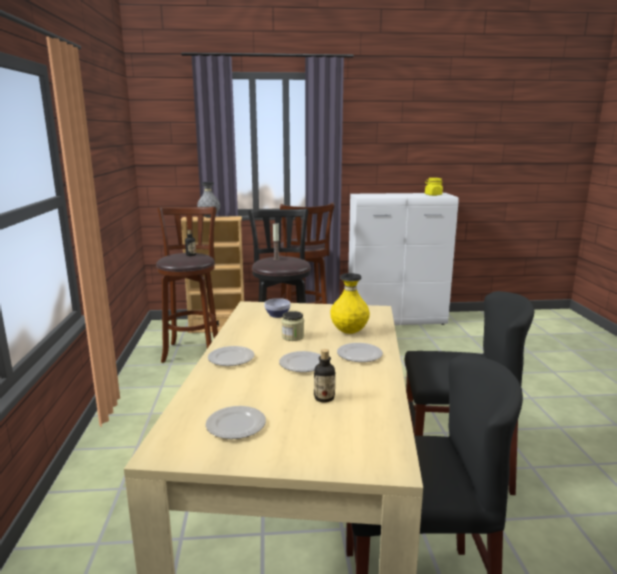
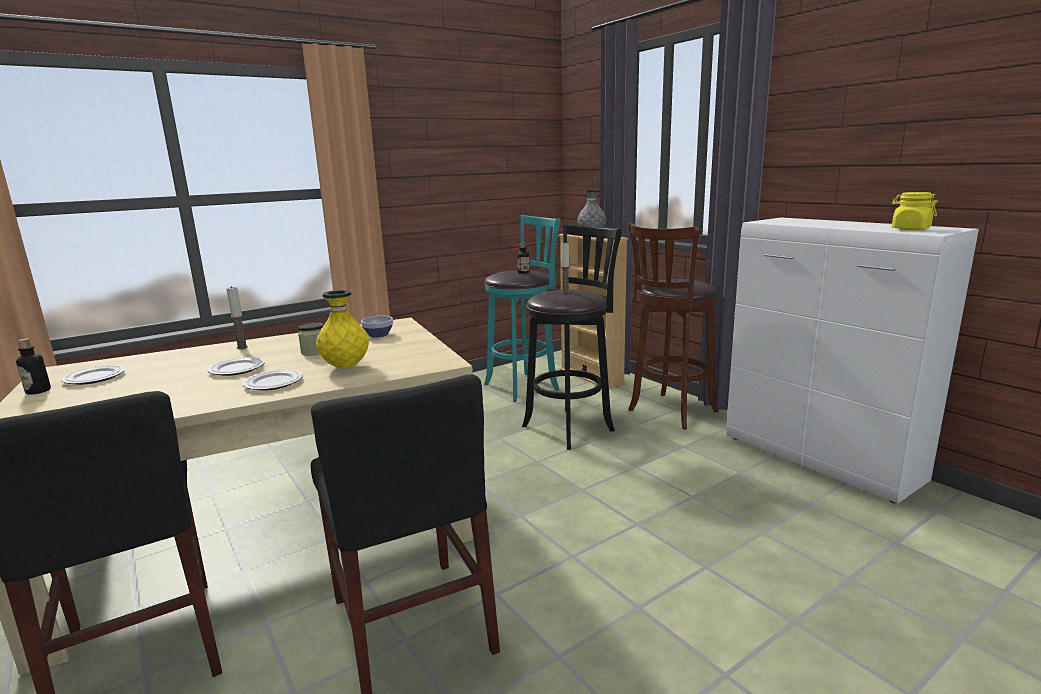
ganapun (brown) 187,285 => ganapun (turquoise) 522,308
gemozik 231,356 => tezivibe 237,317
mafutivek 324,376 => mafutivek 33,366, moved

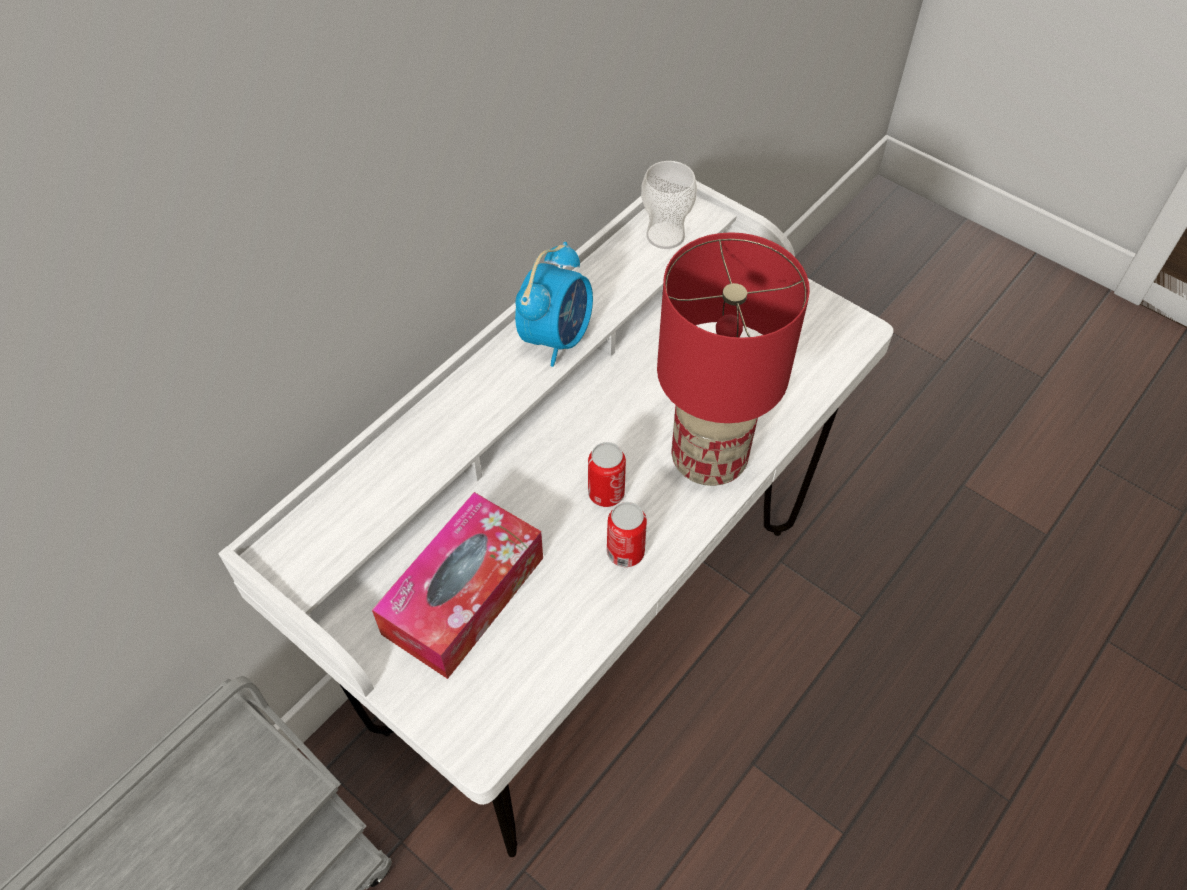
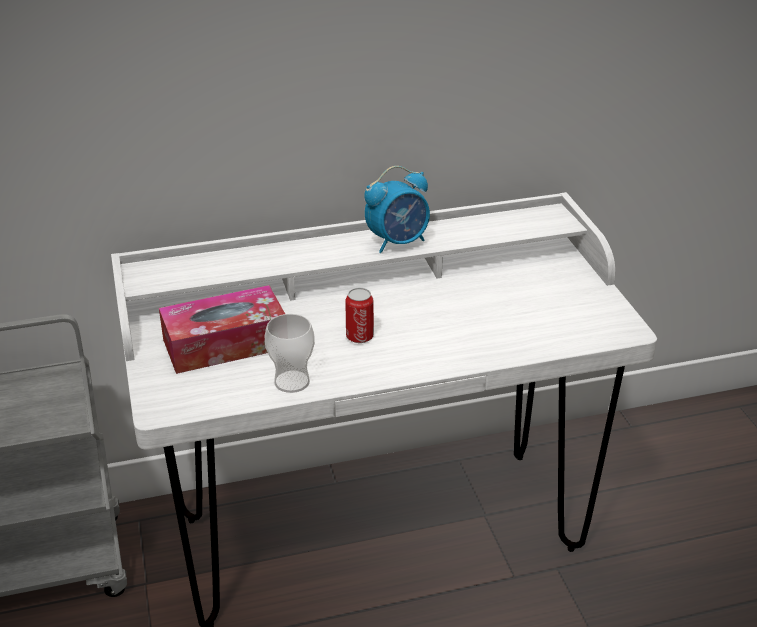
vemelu 627,534 => nothing
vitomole 669,205 => vitomole 290,353, moved
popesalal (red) 733,359 => nothing

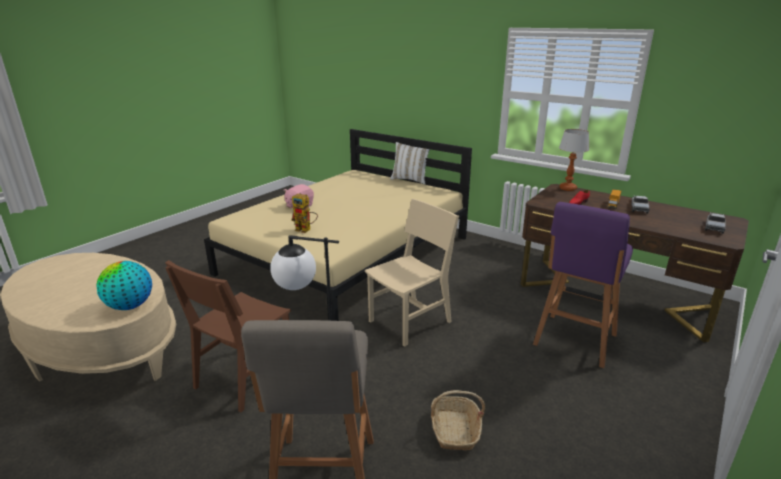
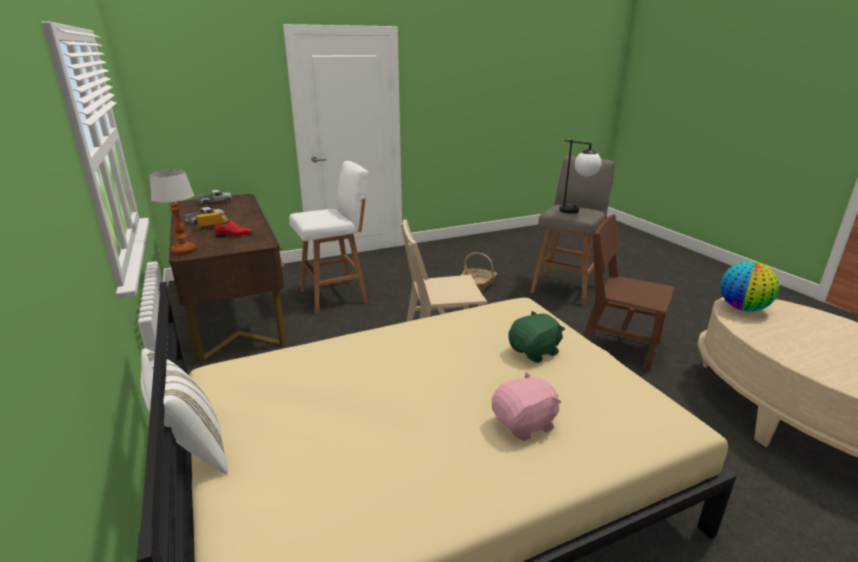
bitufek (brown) 228,336 => bitufek (brown) 628,293, 120 degrees counterclockwise
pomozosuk 304,213 => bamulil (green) 536,337
ganapun (purple) 583,285 => ganapun (white) 329,237

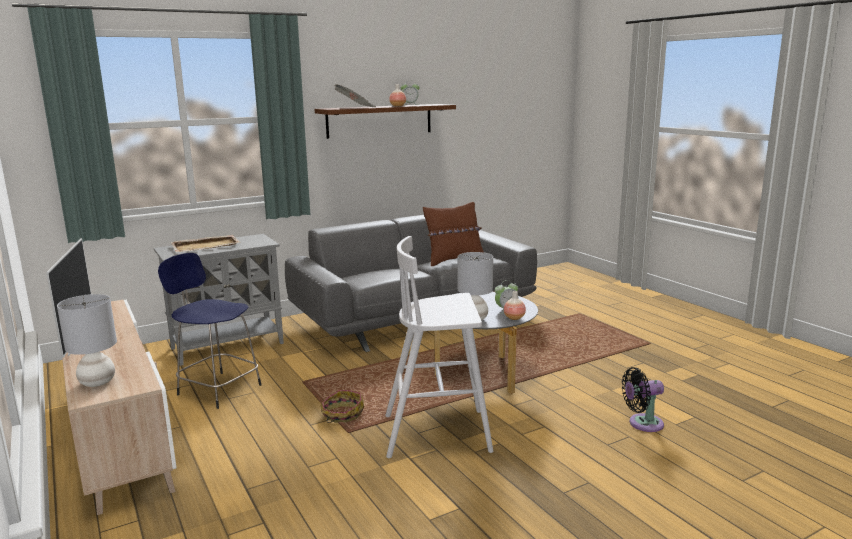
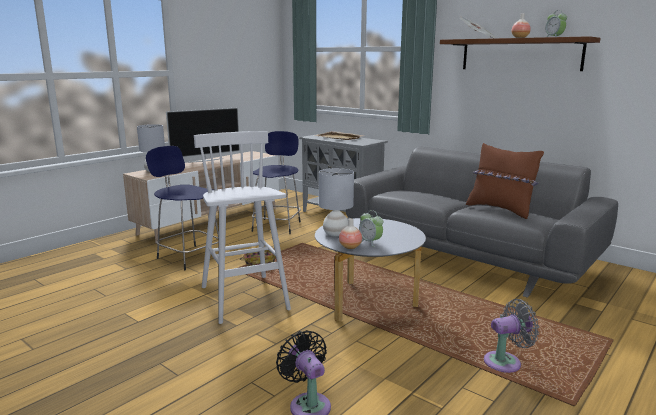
nothing => ganapun (blue) 182,208
nothing => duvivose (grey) 511,336

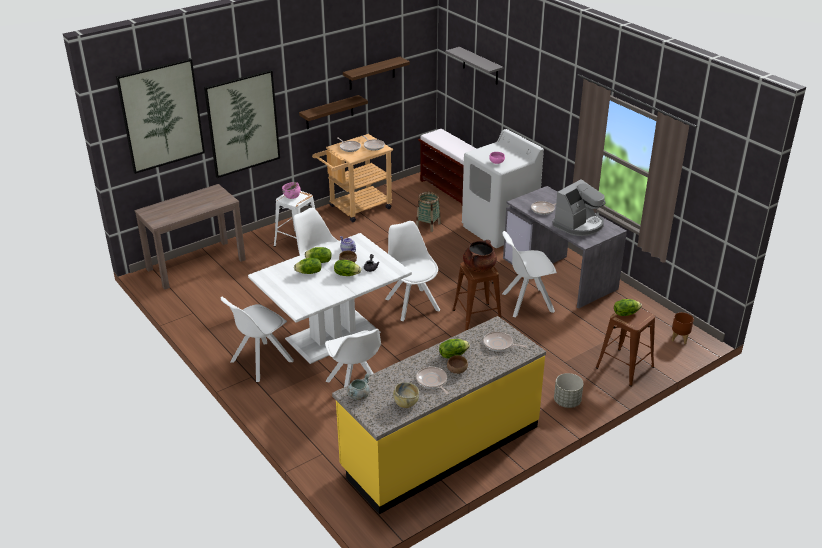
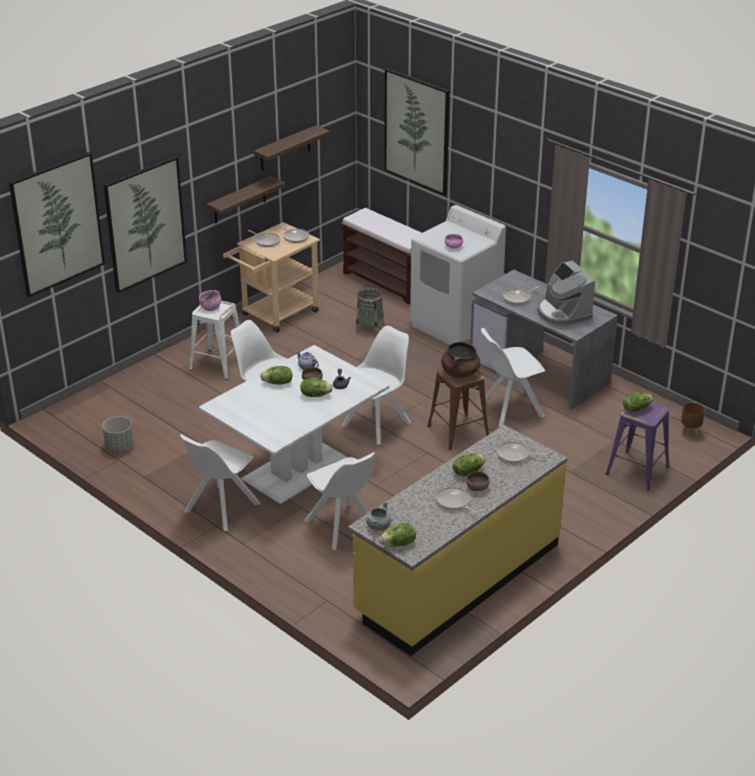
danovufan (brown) 190,237 => nothing
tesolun 308,266 => tesolun 397,535, moved
bitufek (white) 412,271 => bitufek (white) 376,385, 75 degrees clockwise
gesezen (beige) 406,395 => nothing
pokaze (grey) 474,65 => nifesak 417,131
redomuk 579,207 => redomuk 566,293, 120 degrees clockwise
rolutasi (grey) 569,390 => rolutasi (grey) 118,434, moved
ganapun (brown) 625,348 => ganapun (purple) 637,446

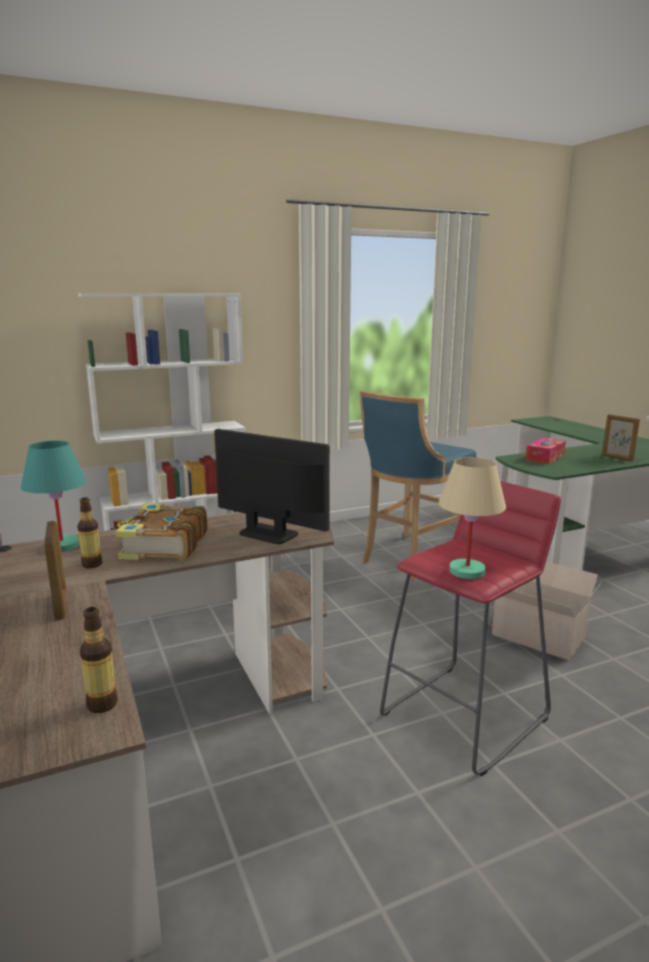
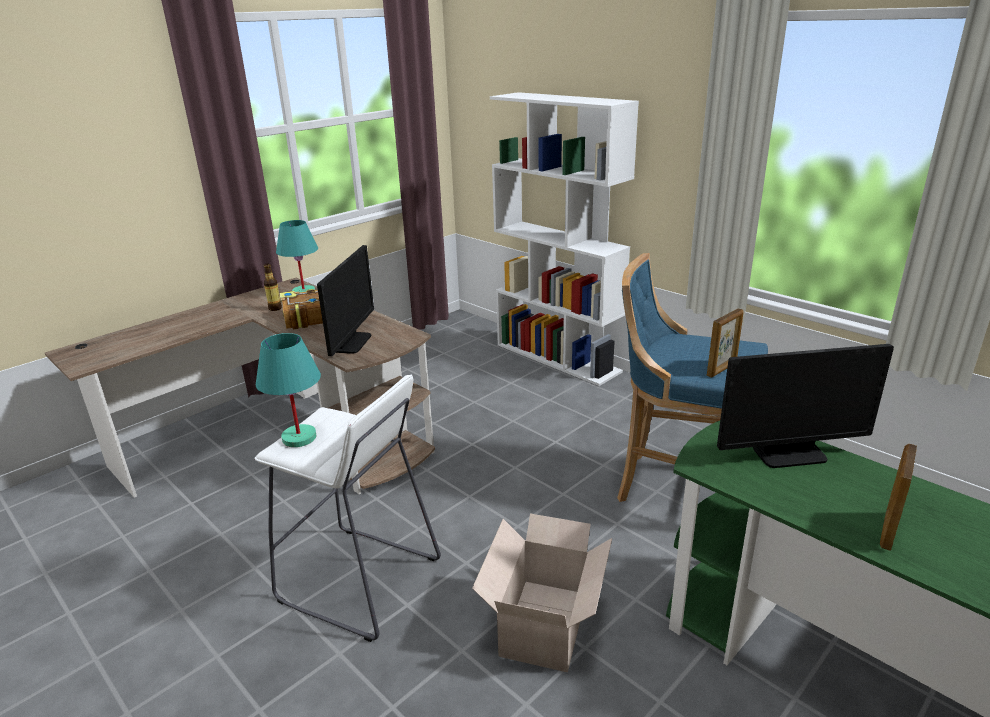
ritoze 55,571 => ritoze 725,343, moved
mafutivek 99,660 => nothing
ganapun (red) 470,628 => ganapun (white) 347,508
popesalal (beige) 472,518 => popesalal (turquoise) 288,390
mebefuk 546,451 => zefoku 805,406

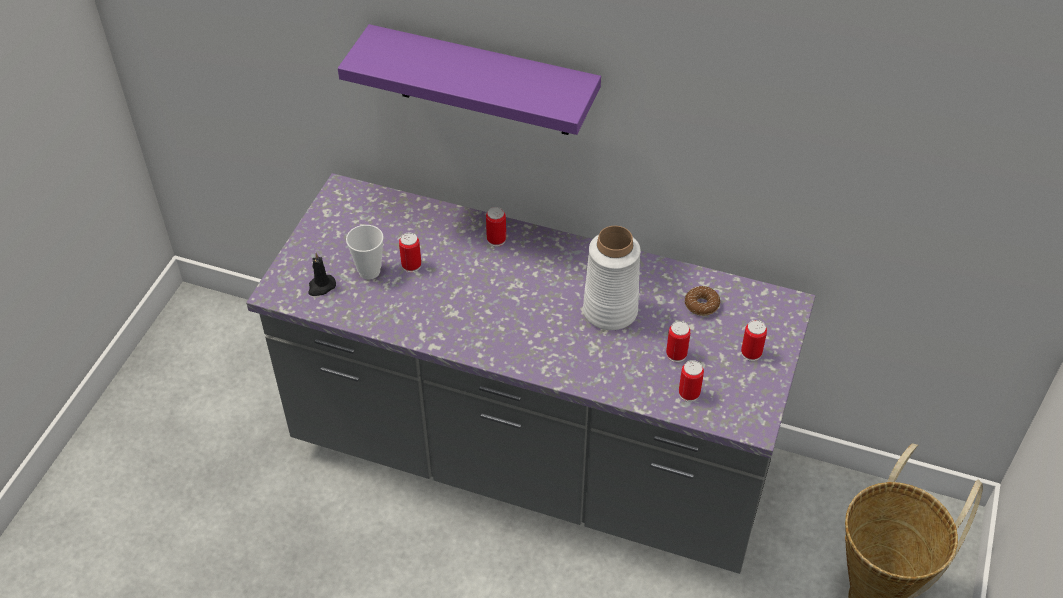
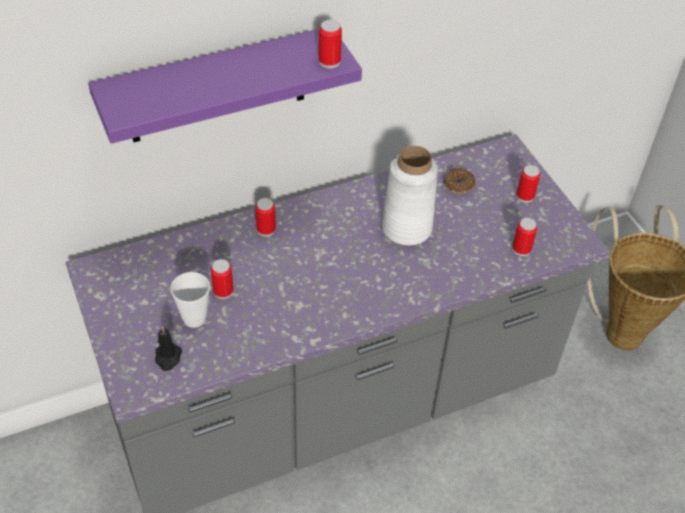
vemelu 678,341 => vemelu 330,44, moved

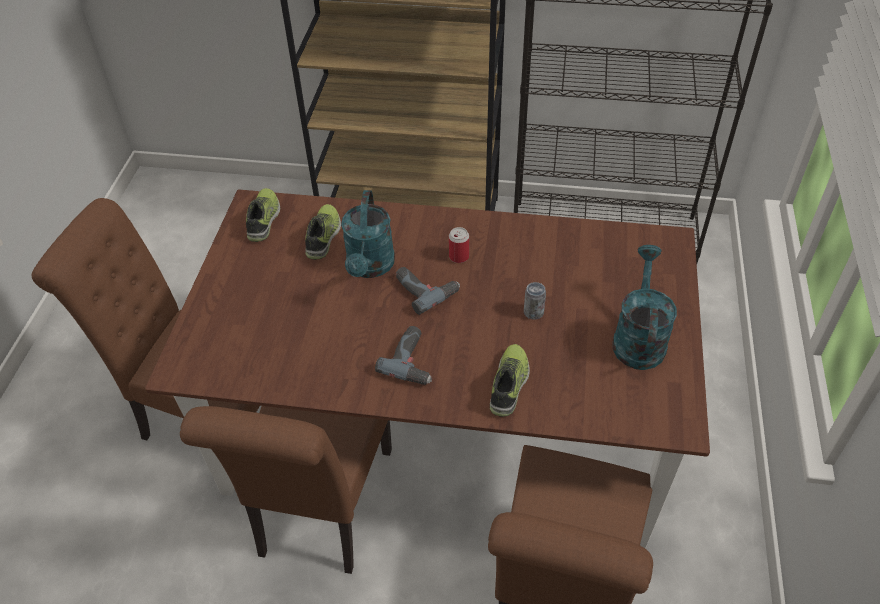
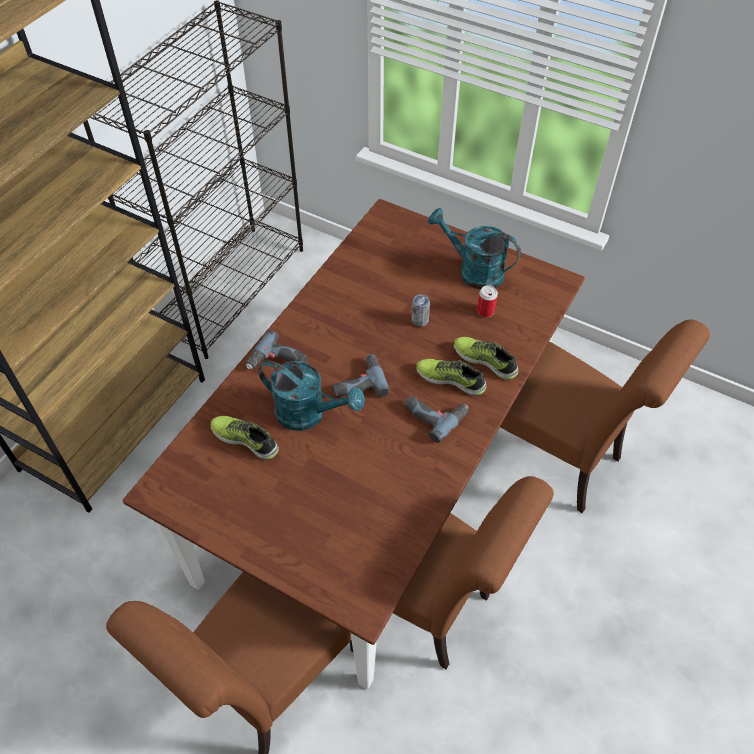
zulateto 263,215 => zulateto 451,377, moved
vemelu 459,245 => vemelu 487,301, moved
nothing => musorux 276,349

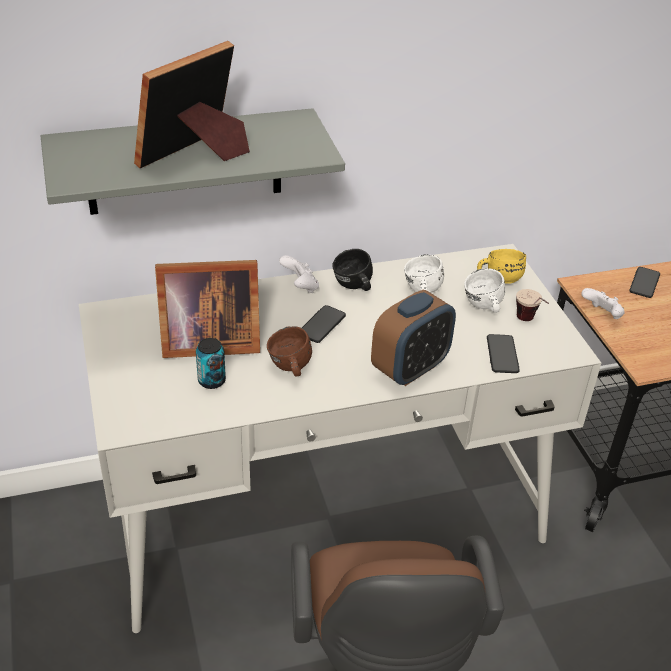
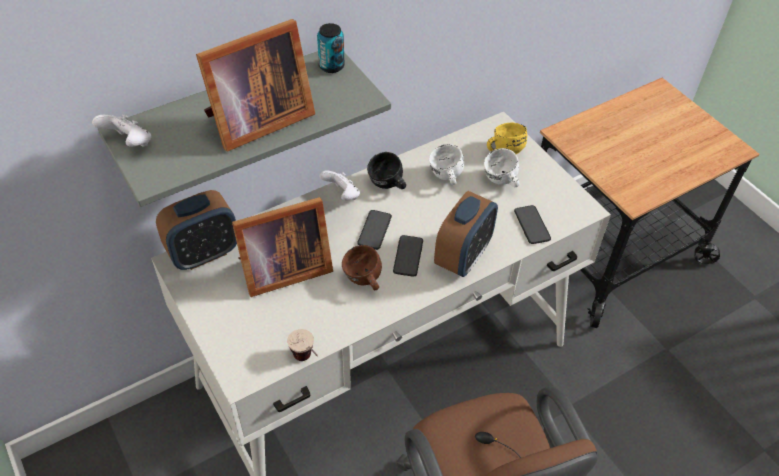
ritoze 192,104 => ritoze 255,85, 150 degrees counterclockwise
vemelu 211,363 => vemelu 330,48, moved
vitomole 532,305 => vitomole 302,345, moved
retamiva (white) 603,303 => retamiva (white) 121,130, moved
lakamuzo 644,282 => lakamuzo 408,256, moved
nothing => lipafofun 196,230

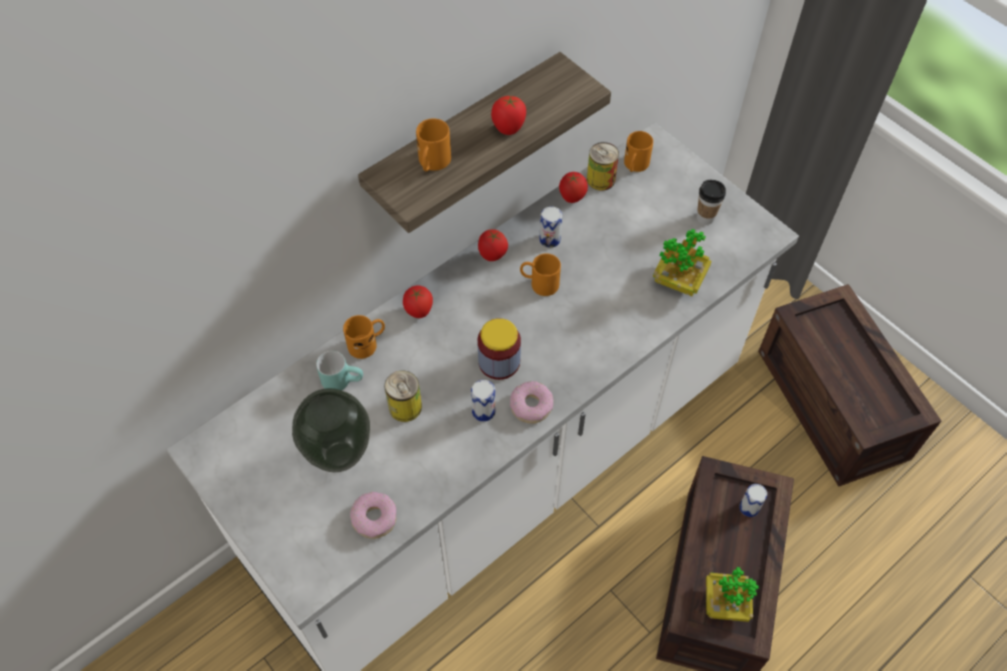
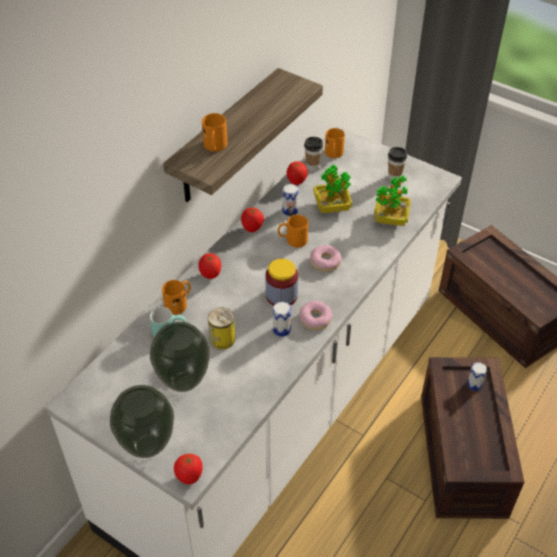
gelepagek 373,515 => gelepagek 326,258, moved
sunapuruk 508,115 => sunapuruk 188,469, moved
vemelu 603,166 => vitomole 313,154
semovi 732,594 => semovi 333,189, moved
nothing => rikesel 142,421

